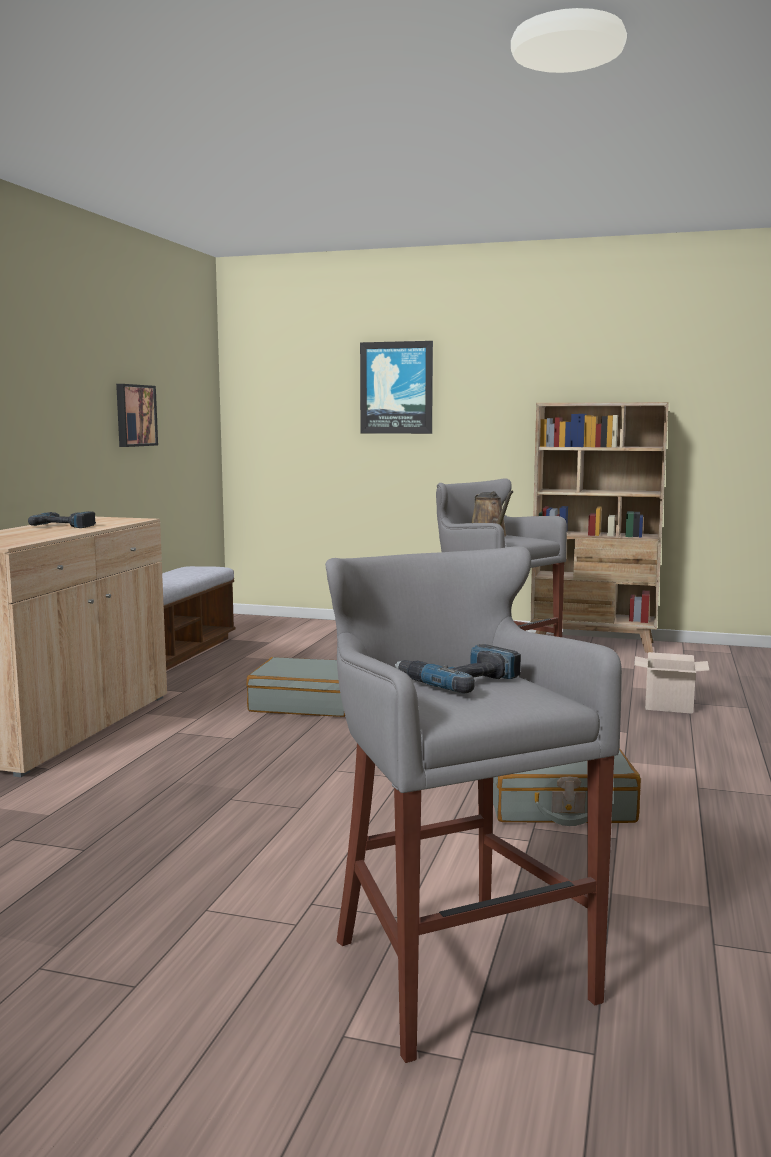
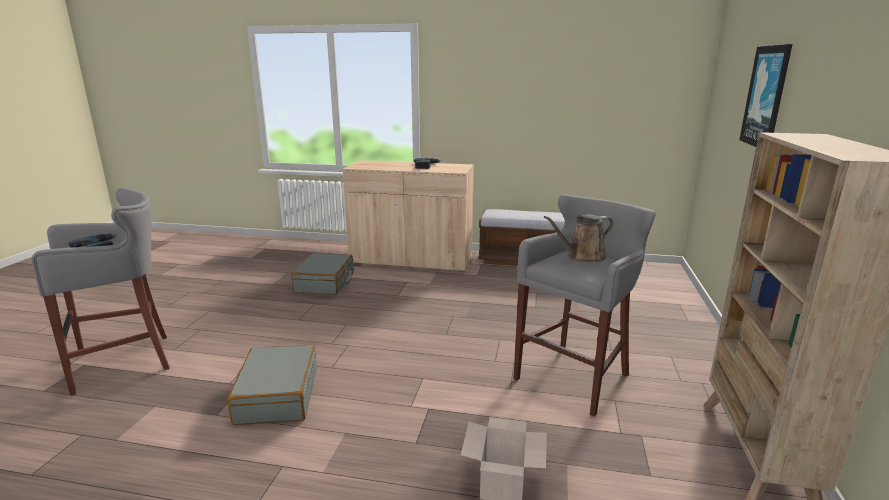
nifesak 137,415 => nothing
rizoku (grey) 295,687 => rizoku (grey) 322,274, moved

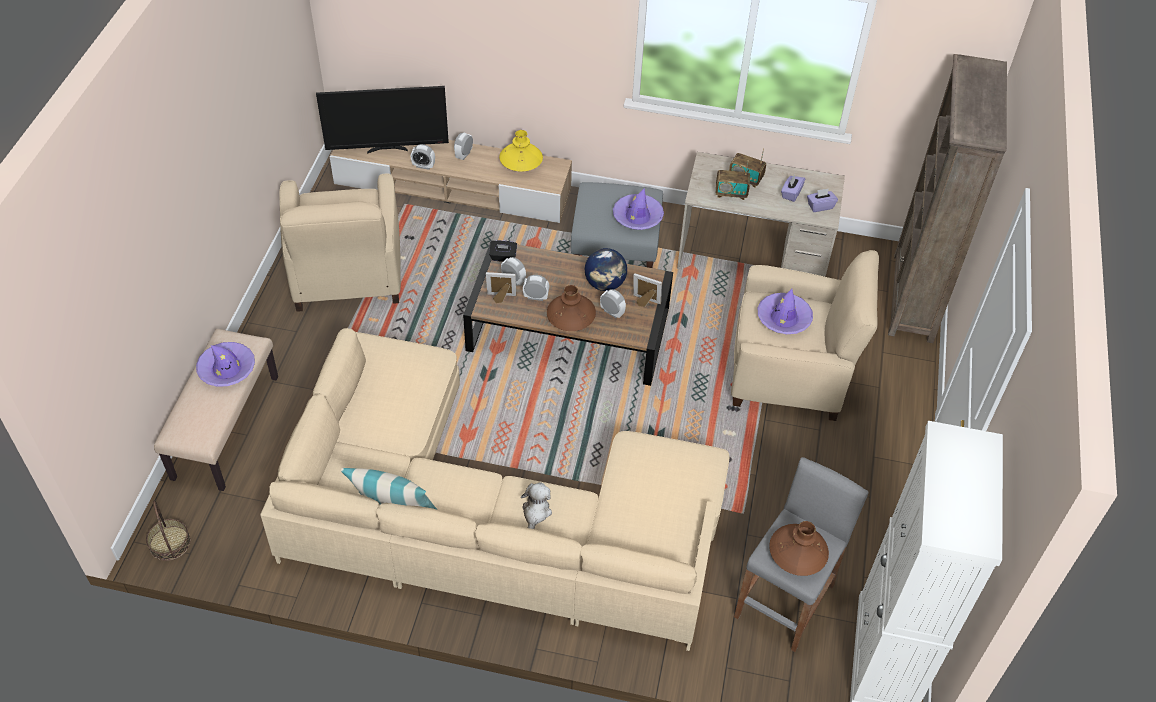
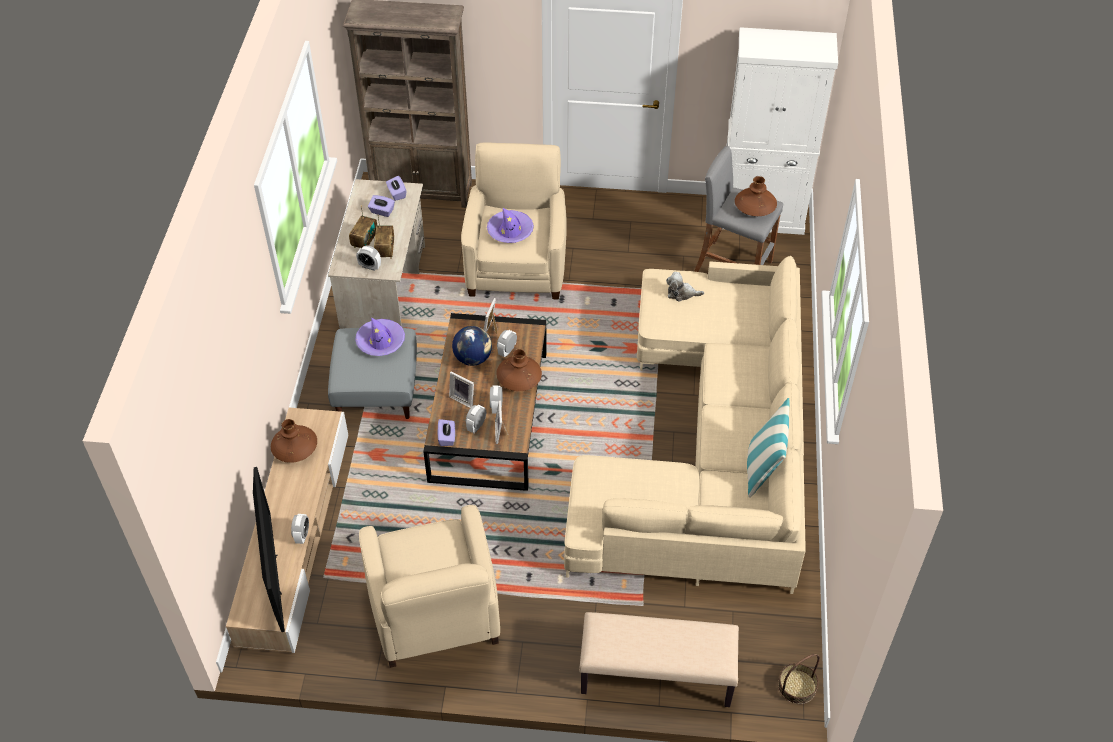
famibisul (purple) 225,364 => nothing
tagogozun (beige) 340,243 => tagogozun (beige) 429,586, 90 degrees clockwise
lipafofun 463,146 => lipafofun 368,258, moved
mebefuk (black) 503,251 => mebefuk (purple) 446,432
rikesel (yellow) 521,150 => rikesel (brown) 294,441
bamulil 536,505 => bamulil 685,287, moved
nothing => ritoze 461,389

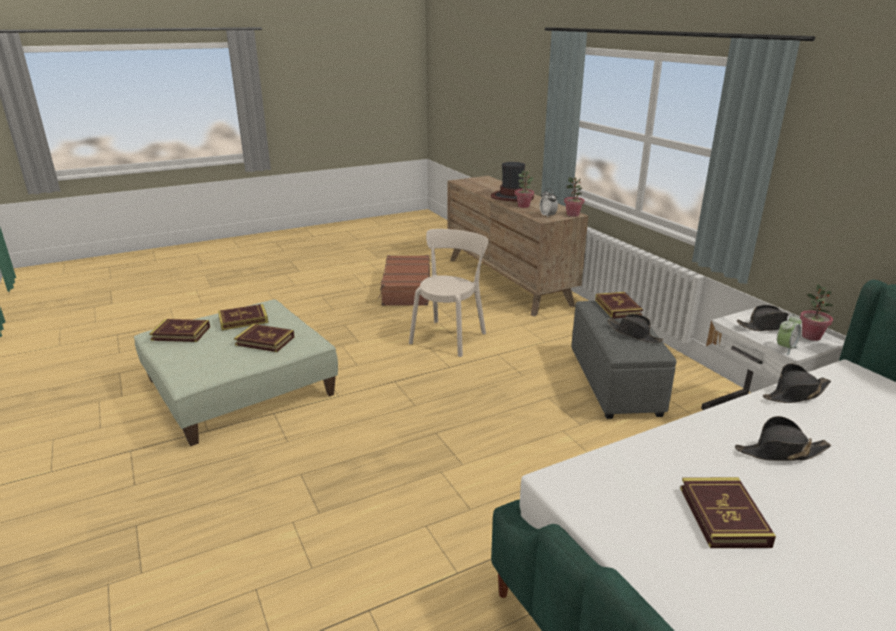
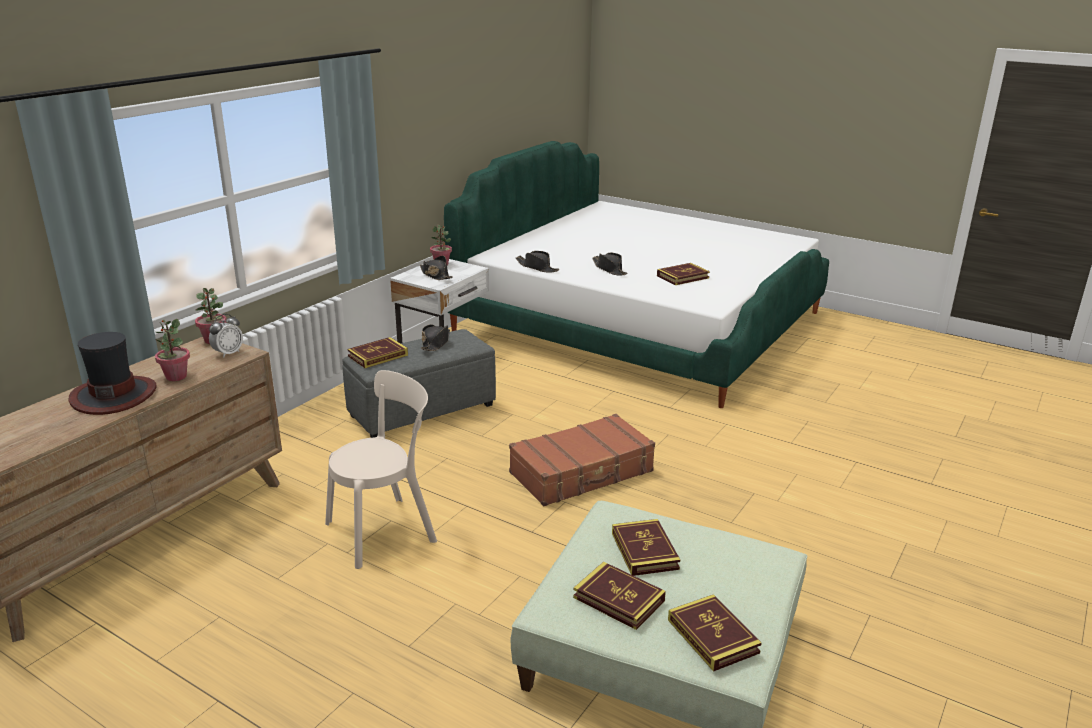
rizoku (brown) 404,280 => rizoku (brown) 582,460, moved
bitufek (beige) 448,293 => bitufek (beige) 381,469, 150 degrees clockwise
lipafofun 789,334 => nothing

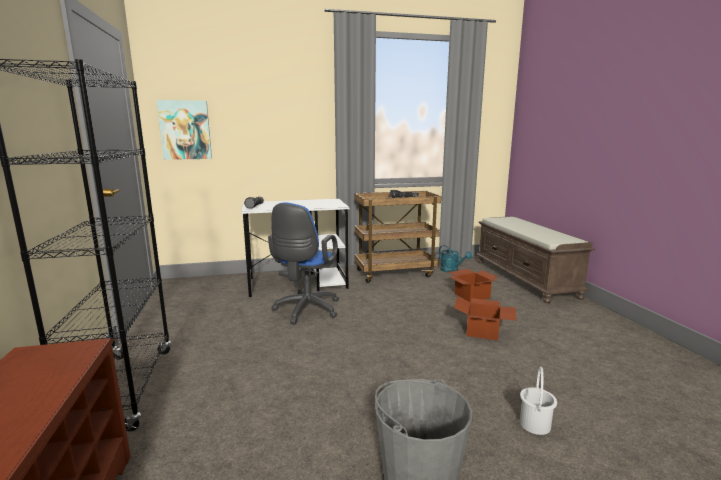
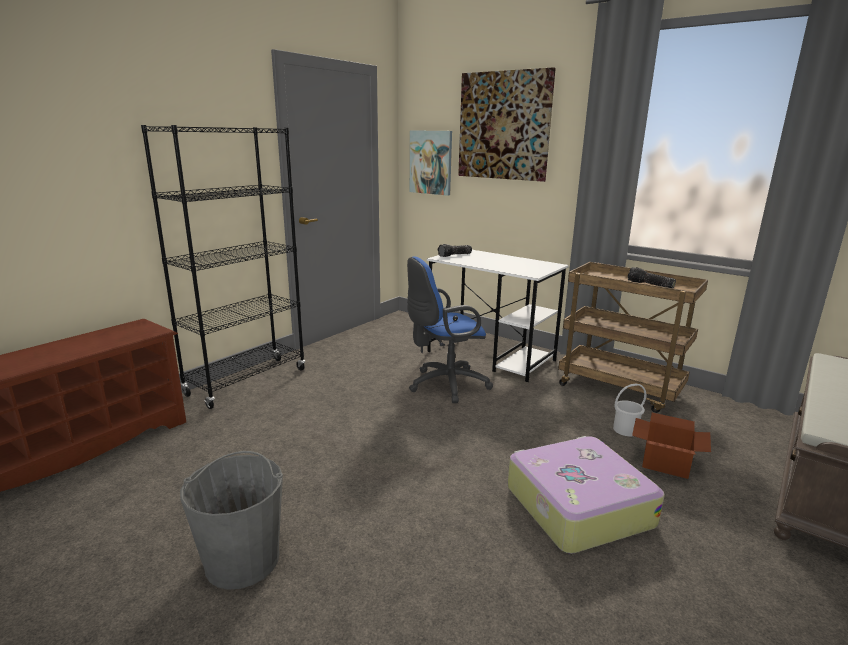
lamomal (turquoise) 455,258 => nothing
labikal 485,318 => rizoku 586,495
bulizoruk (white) 538,401 => bulizoruk (white) 629,409, moved
nothing => nifesak 507,124

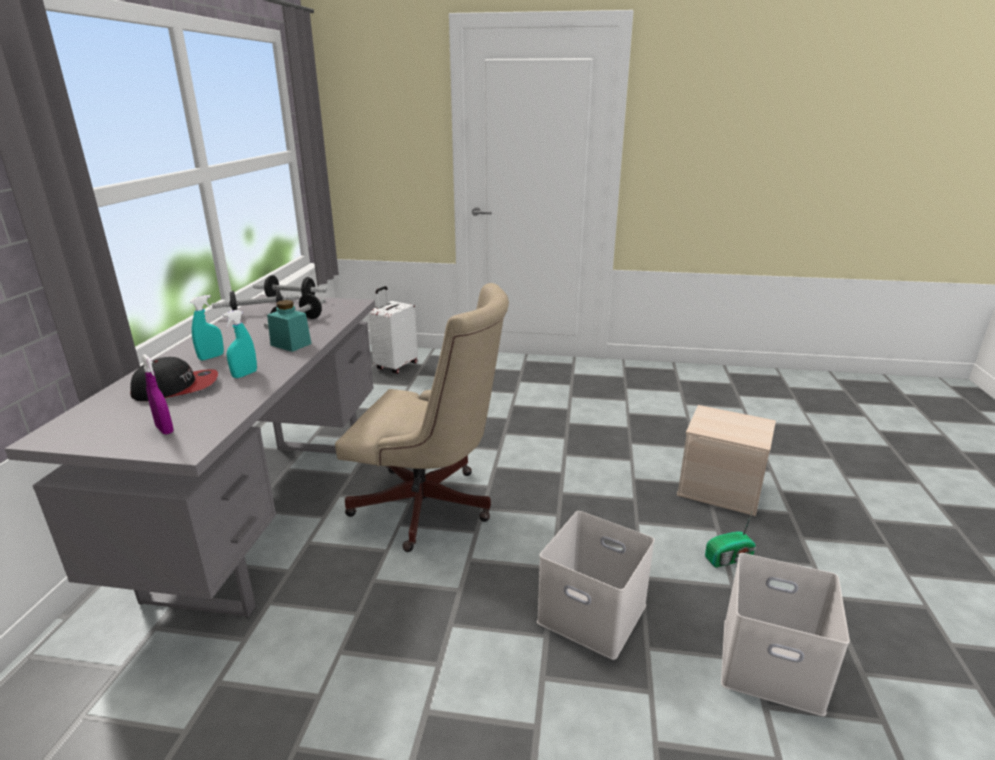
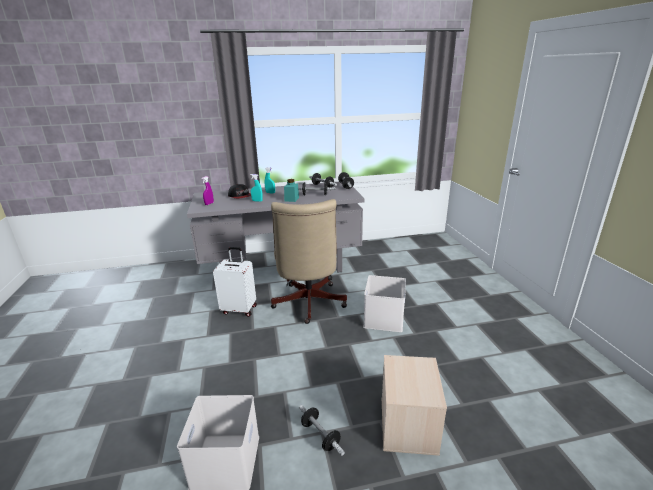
rizoku (white) 393,330 => rizoku (white) 235,282, moved
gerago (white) 596,585 => gerago (white) 384,303, moved
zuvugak 730,539 => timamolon 322,430

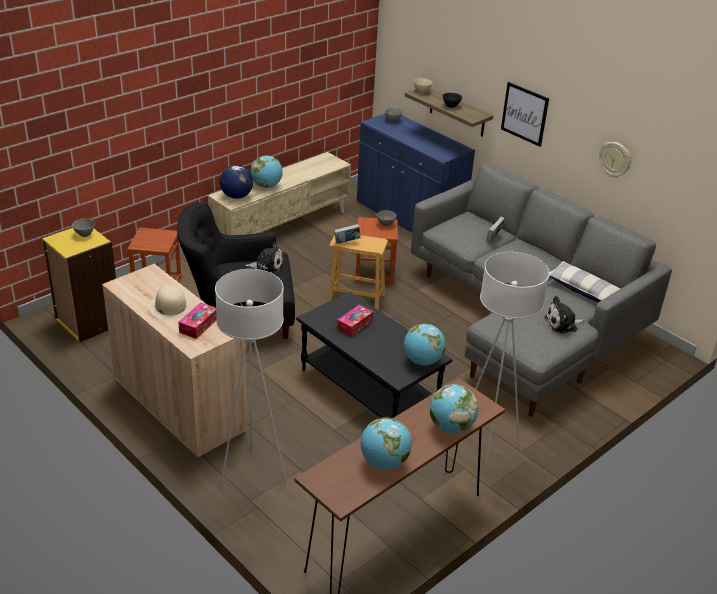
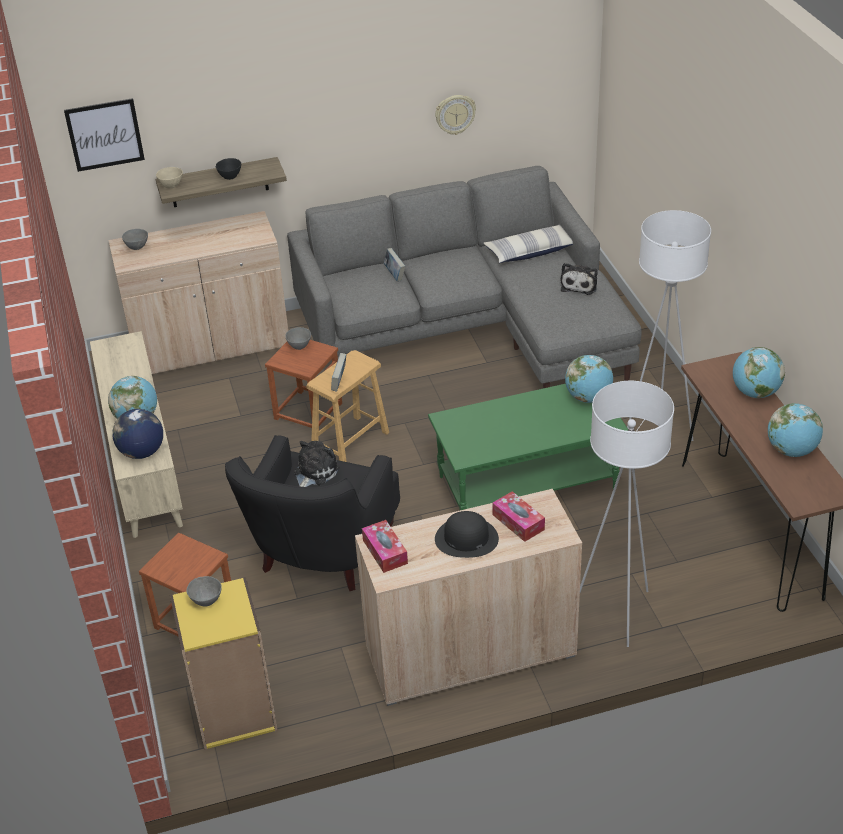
famibisul (beige) 170,303 => famibisul (black) 467,534
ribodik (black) 374,355 => ribodik (green) 528,447
mebefuk 355,320 => mebefuk 385,546, moved
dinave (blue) 416,173 => dinave (beige) 198,292
nifesak 525,114 => nifesak 104,135, moved

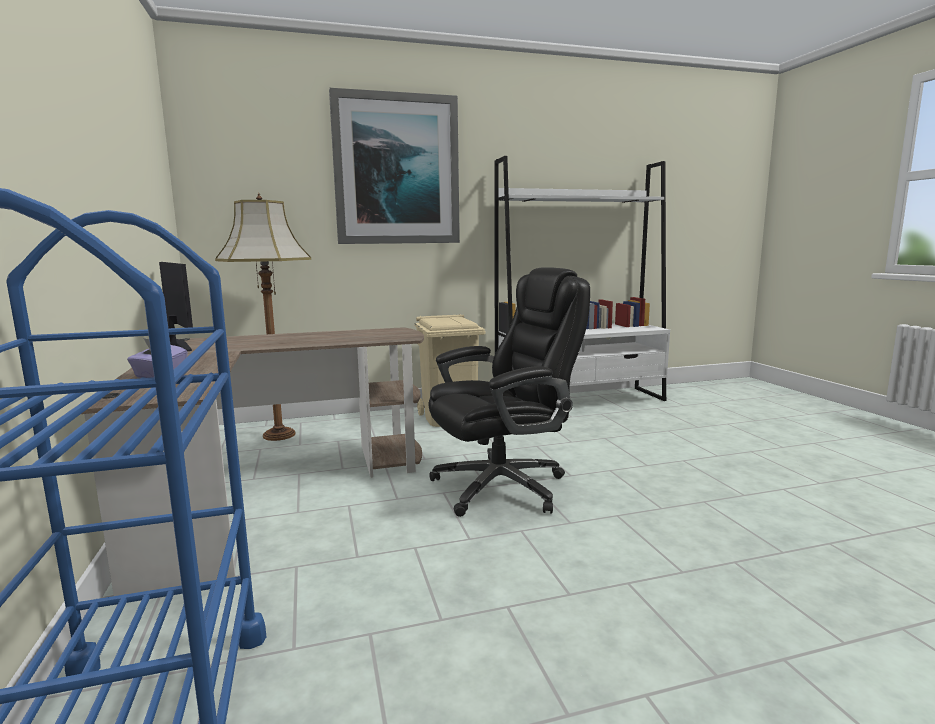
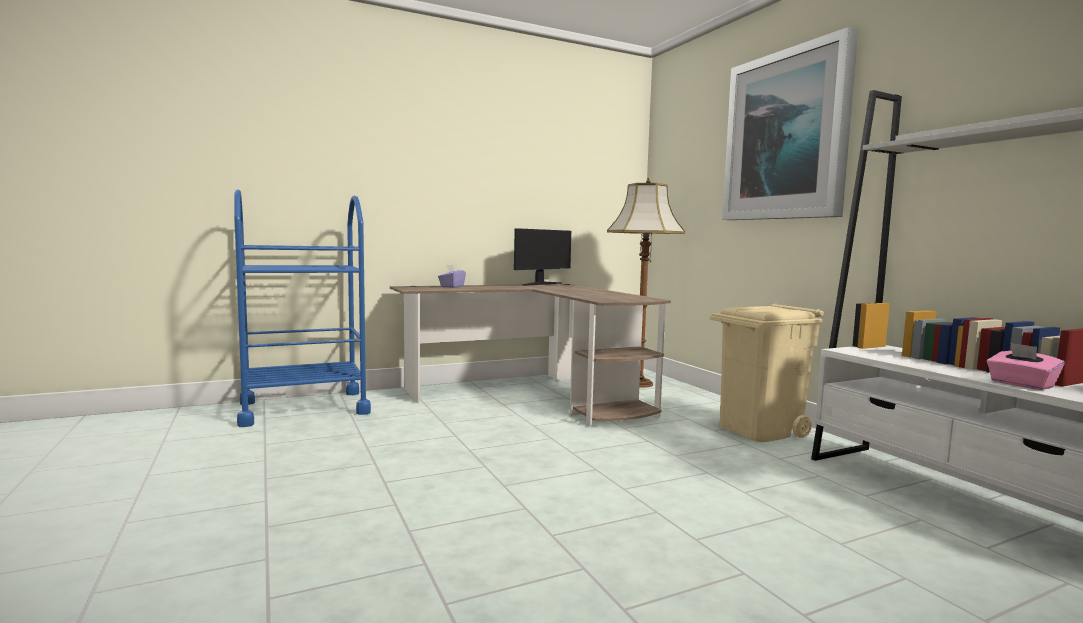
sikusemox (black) 509,392 => nothing
nothing => mebefuk (pink) 1026,366

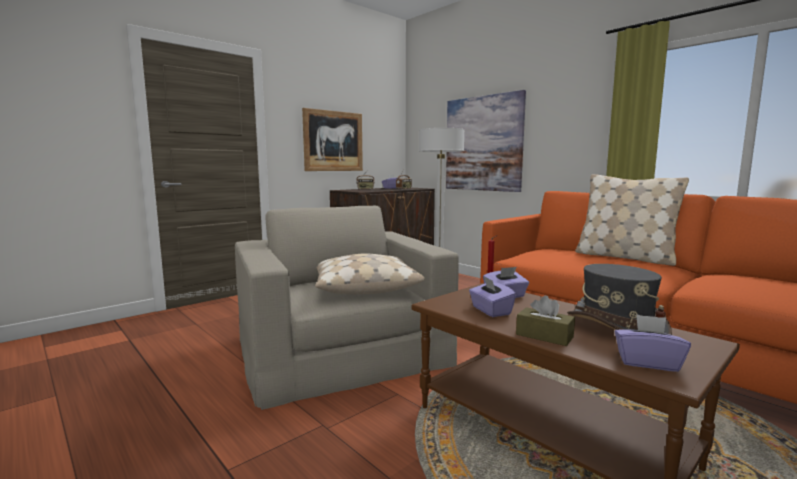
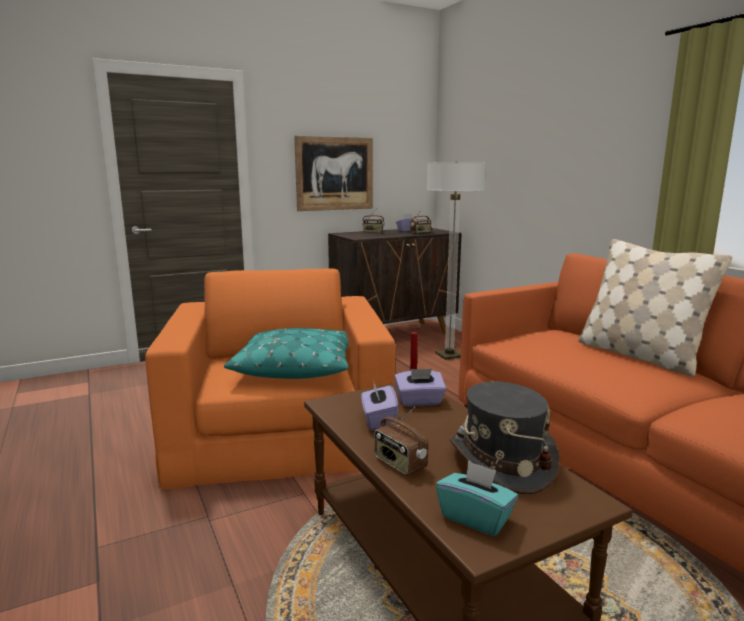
tagogozun (beige) 347,308 => tagogozun (orange) 270,379
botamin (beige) 370,274 => botamin (turquoise) 286,353
nifesak 486,141 => nothing
mebefuk (brown) 545,320 => zuvugak 401,441
mebefuk (purple) 653,343 => mebefuk (turquoise) 477,498

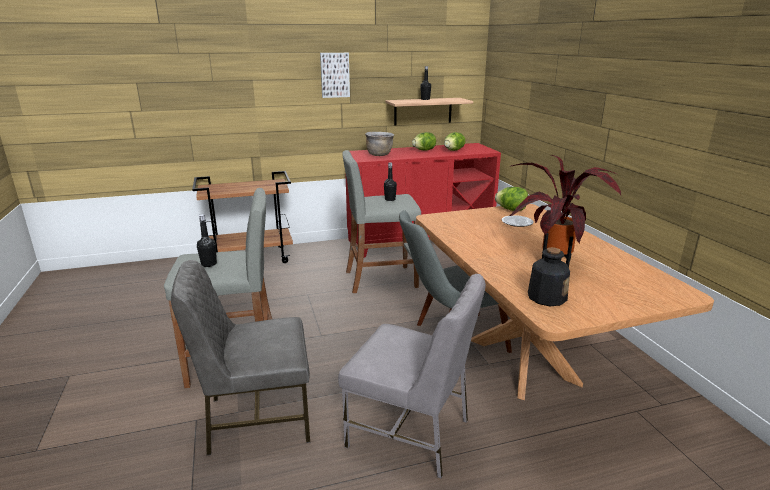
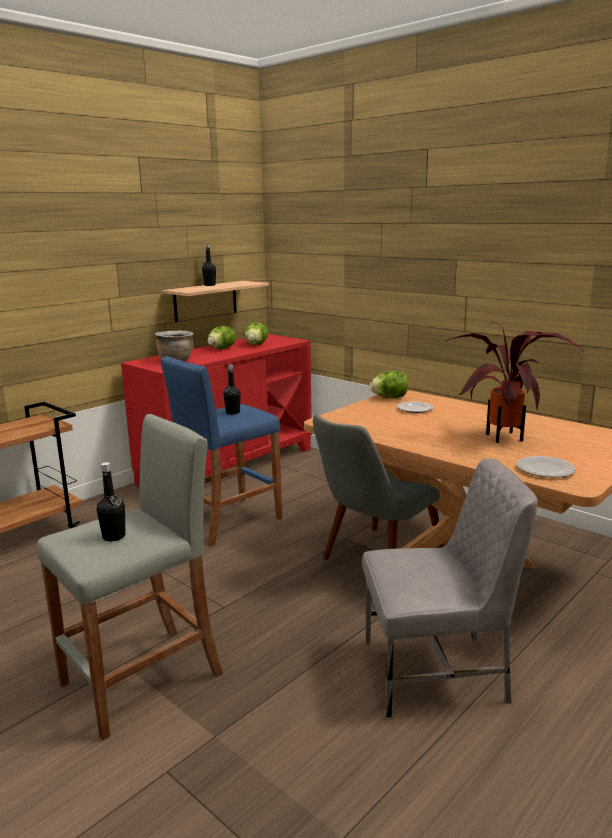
bitufek (grey) 240,357 => nothing
nifesak 335,75 => nothing
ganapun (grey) 381,221 => ganapun (blue) 221,451
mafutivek 549,276 => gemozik 546,466

